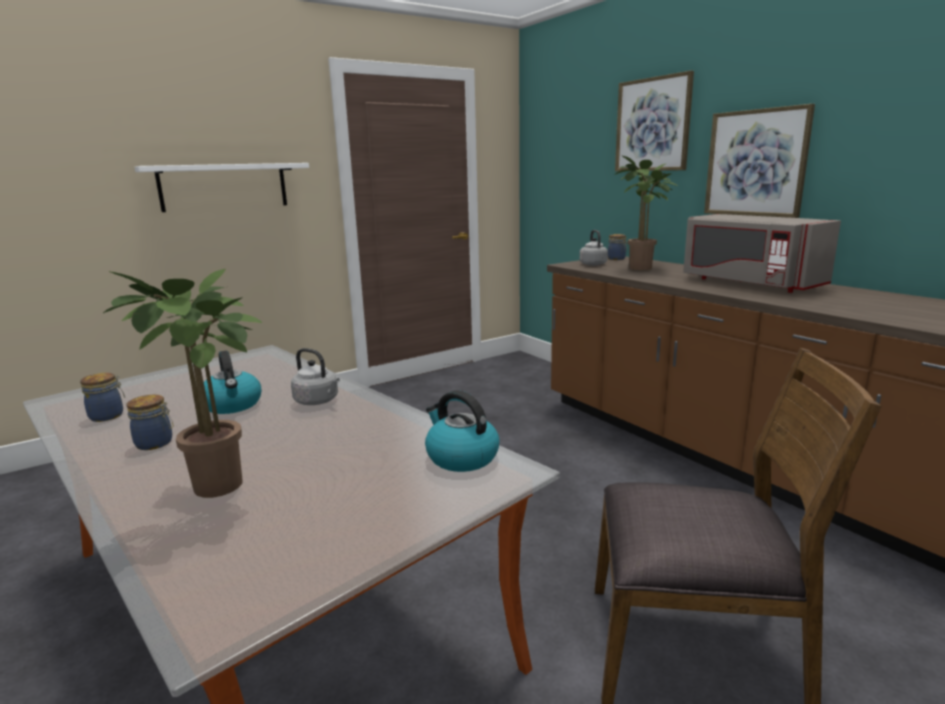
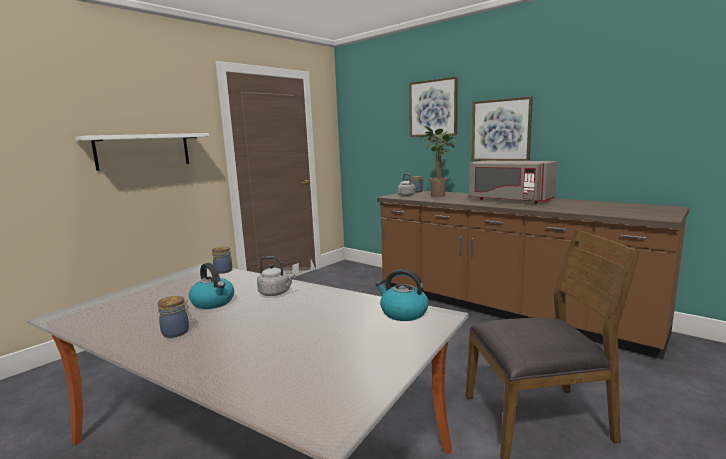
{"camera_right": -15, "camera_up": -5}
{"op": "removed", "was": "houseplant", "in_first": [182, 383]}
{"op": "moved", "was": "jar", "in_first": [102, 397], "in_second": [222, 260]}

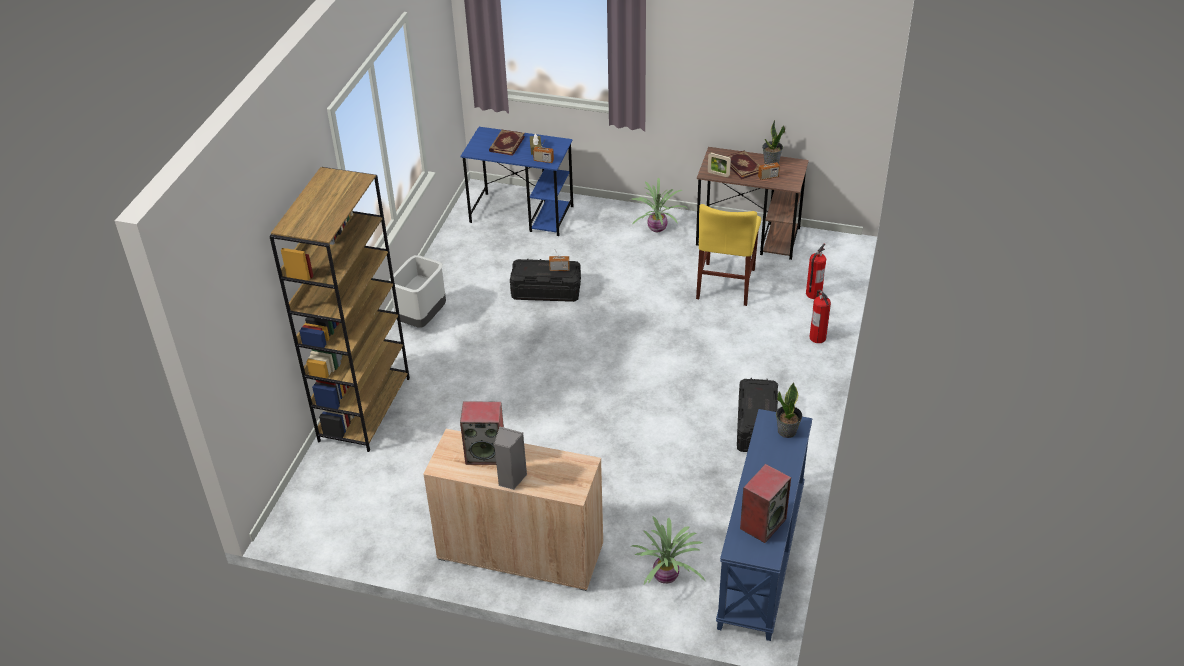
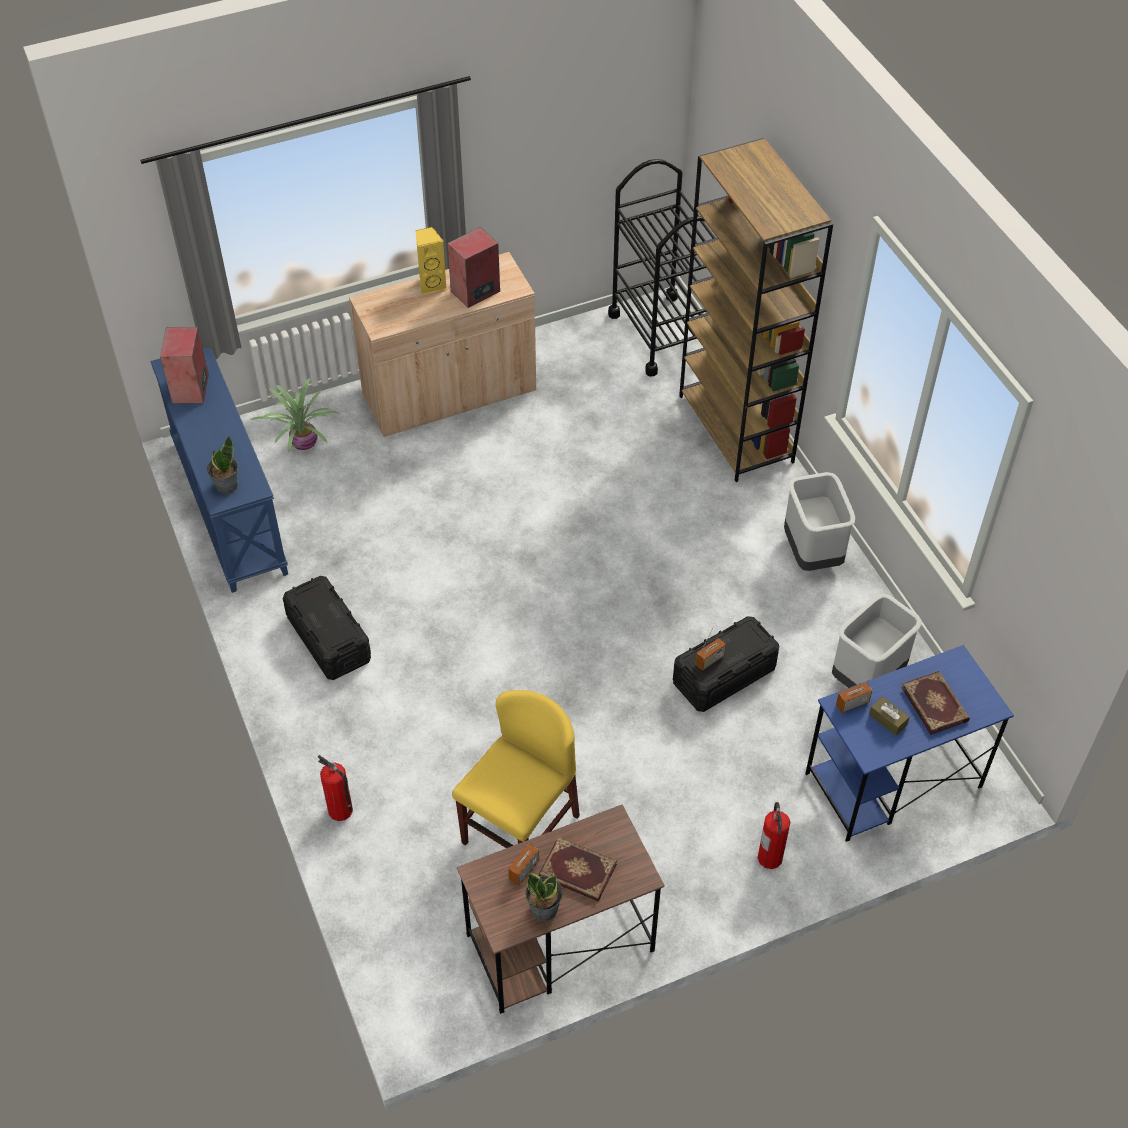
{"camera_right": 140, "camera_up": 10}
{"op": "removed", "was": "houseplant", "in_first": [658, 205]}
{"op": "removed", "was": "standing frame", "in_first": [719, 164]}
{"op": "added", "now": "black-coloured cart", "in_second": [662, 268]}
{"op": "added", "now": "greyish waste bin", "in_second": [877, 640]}
{"op": "moved", "was": "fire-fighting cylinder", "in_first": [816, 271], "in_second": [774, 835]}
{"op": "recoloured", "was": "greyish audio speaker", "now": "yellow-coloured audio speaker", "in_first": [510, 458], "in_second": [431, 261]}
{"op": "turned", "was": "yellow-coloured upright chair", "in_first": [728, 255], "in_second": [516, 769], "clockwise": 60}

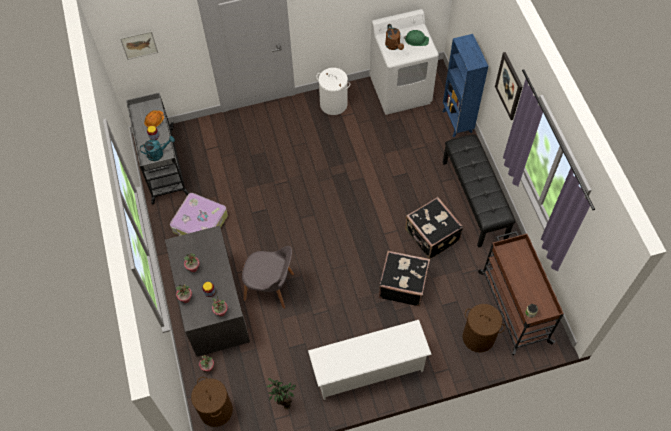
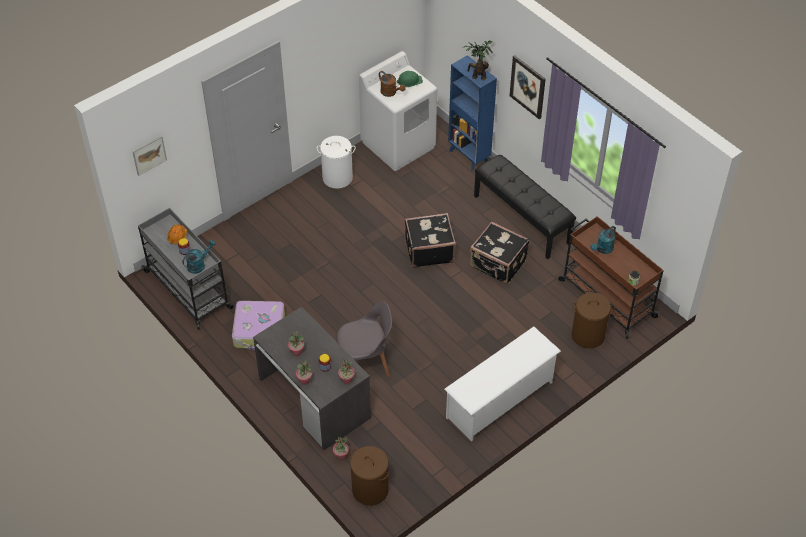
{"camera_right": -25, "camera_up": -10}
{"op": "added", "now": "blue-green watering pot", "in_second": [603, 240]}
{"op": "moved", "was": "houseplant", "in_first": [281, 394], "in_second": [478, 60]}
{"op": "moved", "was": "black-coloured travel case", "in_first": [404, 278], "in_second": [430, 240]}

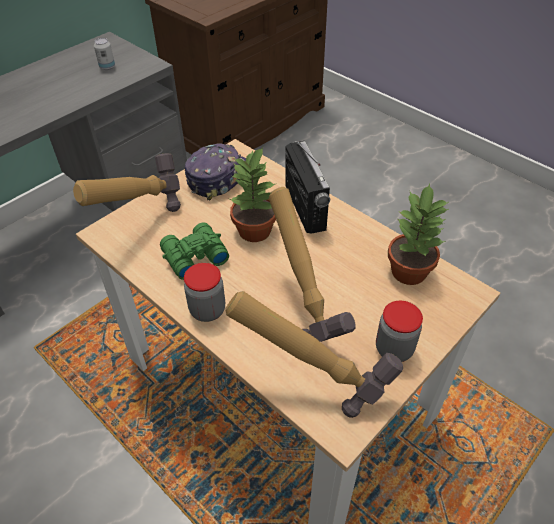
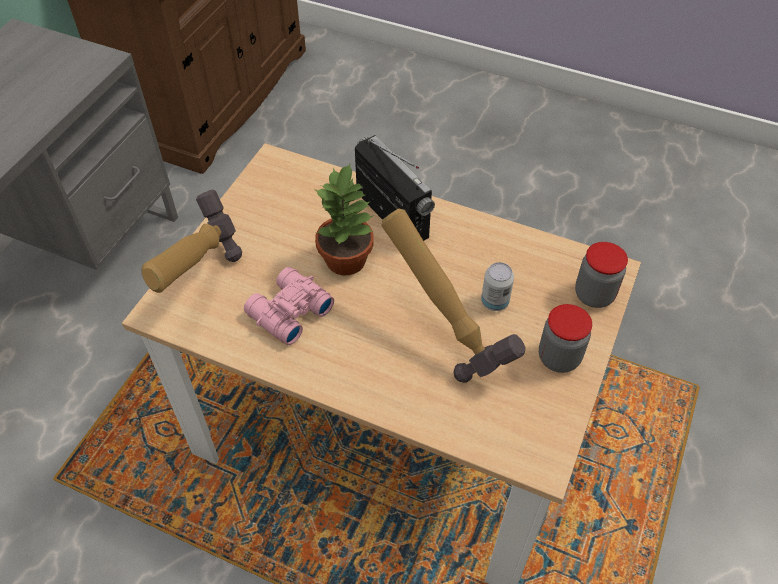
{"camera_right": -20, "camera_up": 5}
{"op": "removed", "was": "baseball cap", "in_first": [215, 171]}
{"op": "removed", "was": "hammer", "in_first": [314, 354]}
{"op": "removed", "was": "houseplant", "in_first": [418, 234]}
{"op": "moved", "was": "sealed can", "in_first": [104, 54], "in_second": [497, 286]}
{"op": "moved", "was": "jar", "in_first": [204, 292], "in_second": [601, 275]}
{"op": "recoloured", "was": "green-coloured binoculars", "now": "pink binoculars", "in_first": [194, 251], "in_second": [289, 306]}

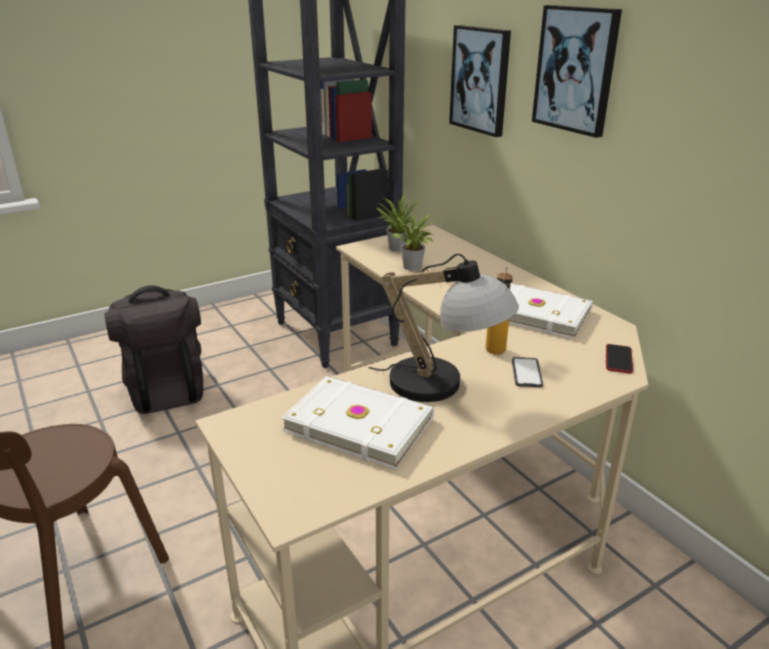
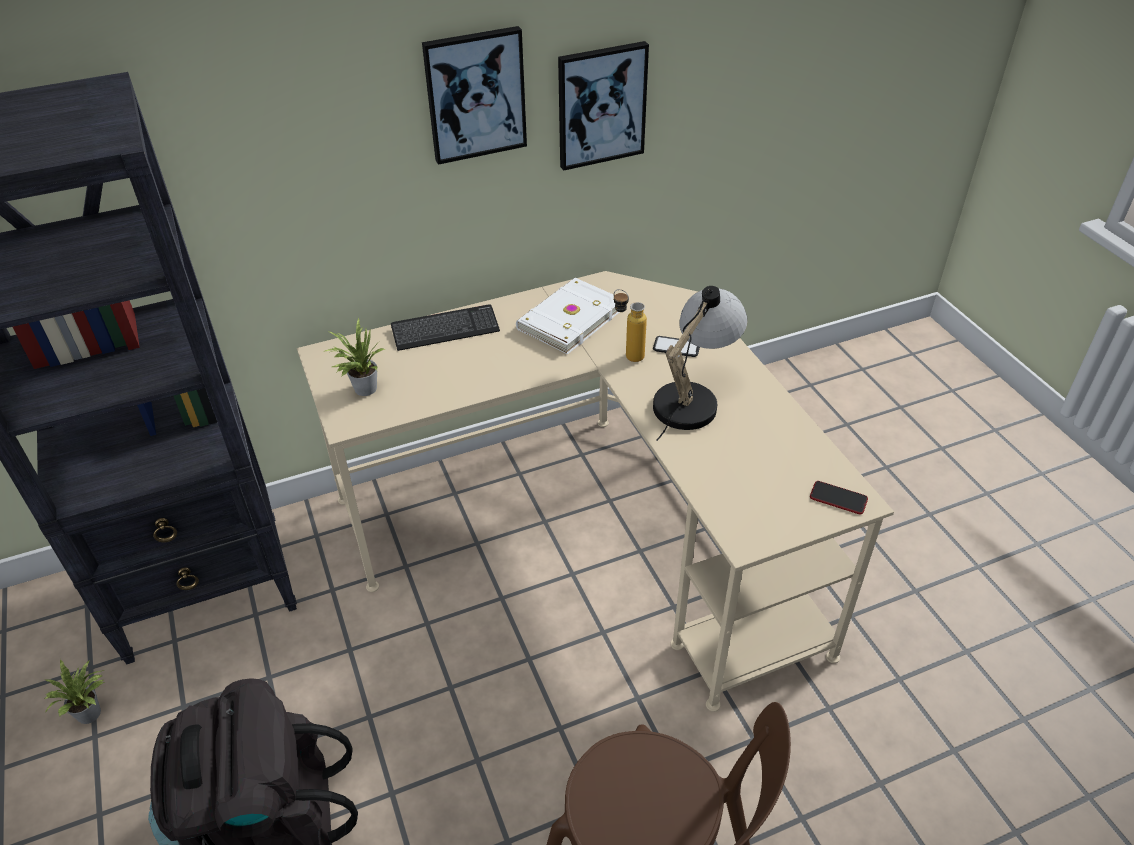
{"camera_right": -80, "camera_up": 15}
{"op": "removed", "was": "white volume", "in_first": [357, 422]}
{"op": "added", "now": "keyboard", "in_second": [445, 327]}
{"op": "moved", "was": "houseplant", "in_first": [411, 241], "in_second": [74, 691]}
{"op": "moved", "was": "wall art", "in_first": [480, 81], "in_second": [603, 106]}
{"op": "moved", "was": "telephone", "in_first": [619, 358], "in_second": [839, 498]}

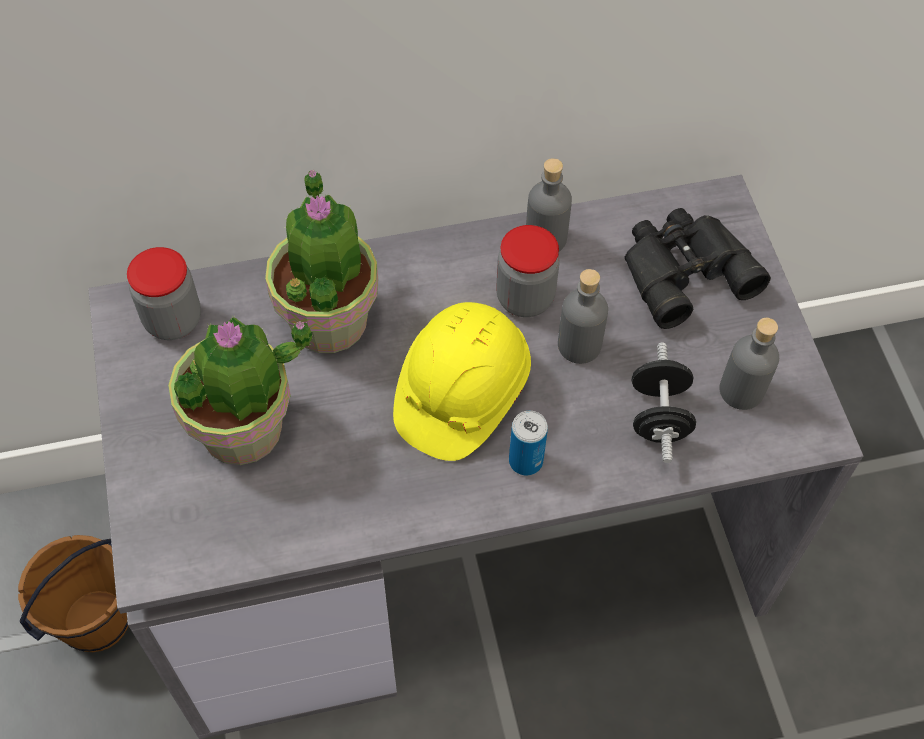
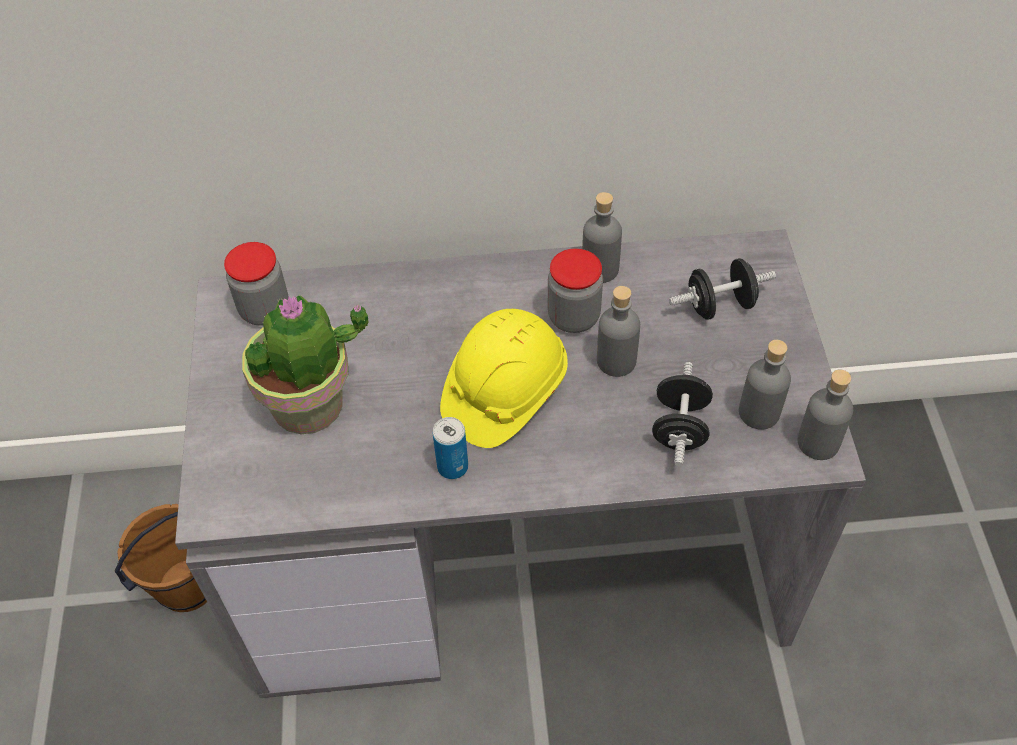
{"camera_right": 10, "camera_up": -5}
{"op": "removed", "was": "houseplant", "in_first": [321, 261]}
{"op": "added", "now": "greyish drink bottle", "in_second": [825, 414]}
{"op": "moved", "was": "sealed can", "in_first": [528, 443], "in_second": [450, 448]}
{"op": "replaced", "was": "black-coloured binoculars", "now": "black-coloured hand weight", "in_first": [697, 268], "in_second": [722, 288]}

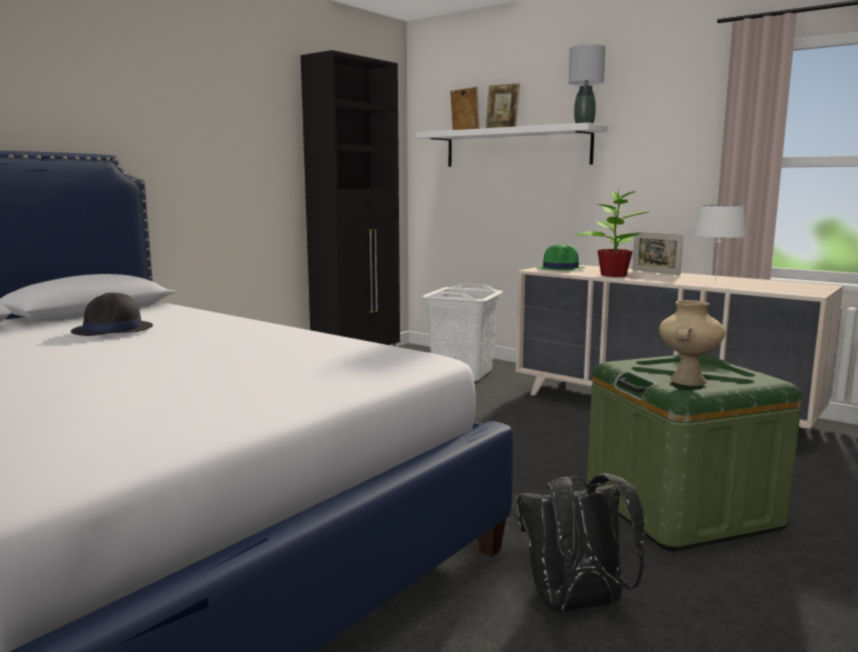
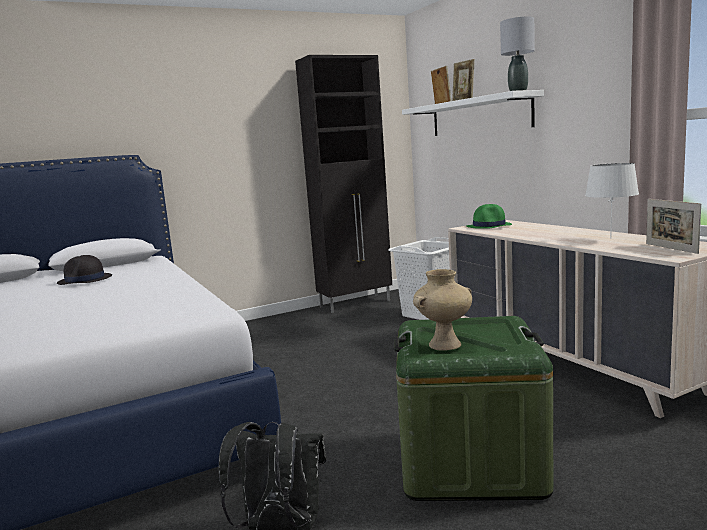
{"camera_right": 25, "camera_up": 0}
{"op": "removed", "was": "houseplant", "in_first": [612, 232]}
{"op": "moved", "was": "standing frame", "in_first": [658, 253], "in_second": [673, 226]}

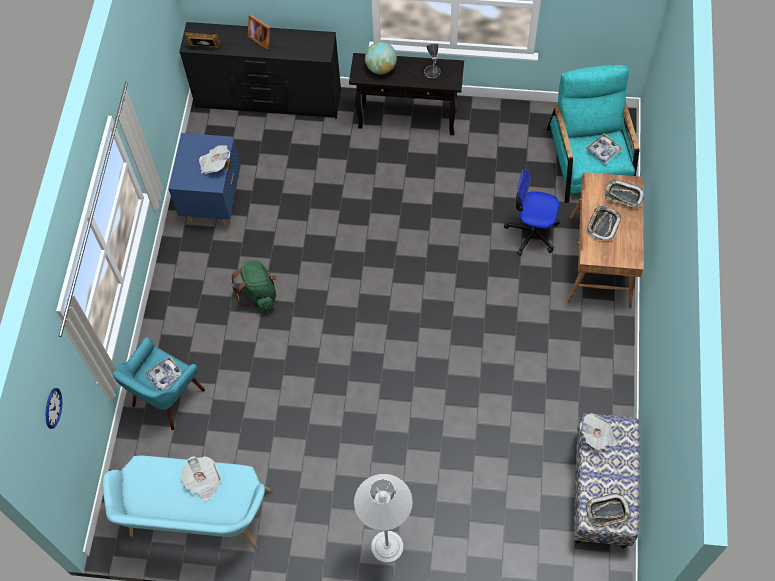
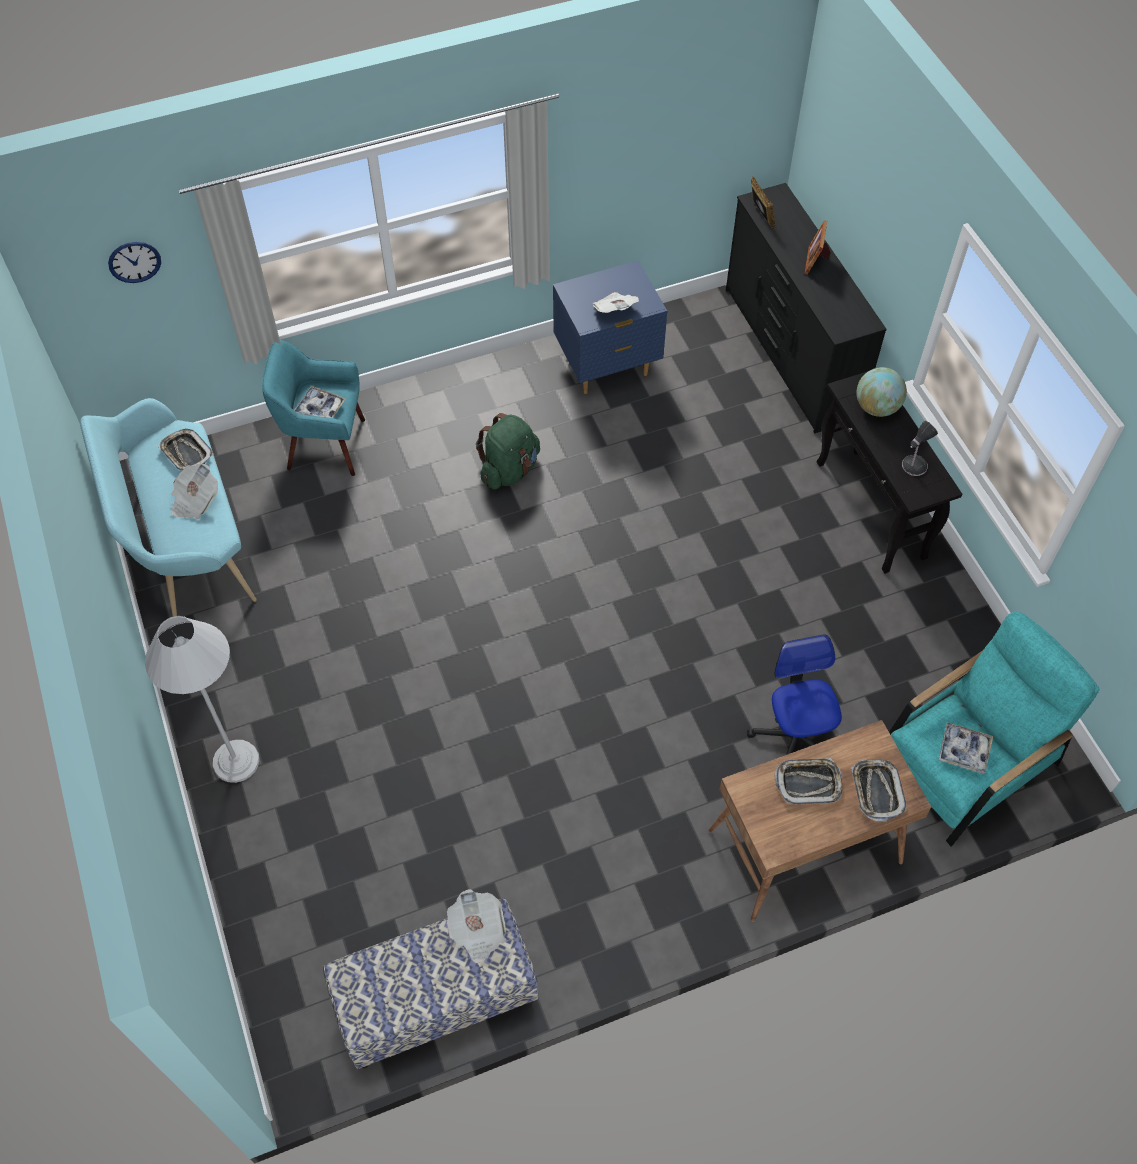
{"camera_right": 60, "camera_up": -5}
{"op": "moved", "was": "tray", "in_first": [608, 510], "in_second": [186, 449]}

